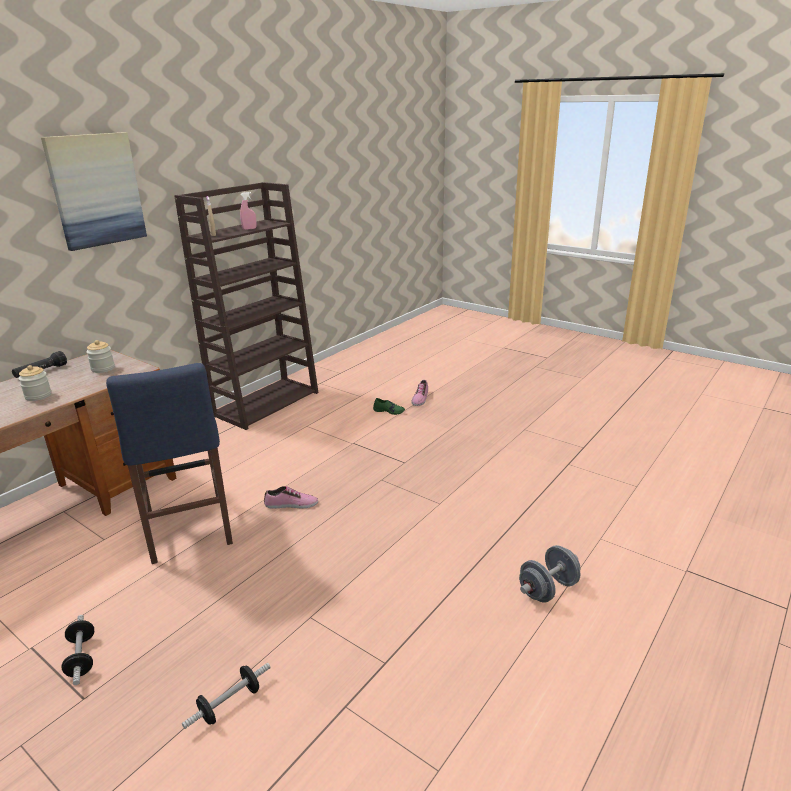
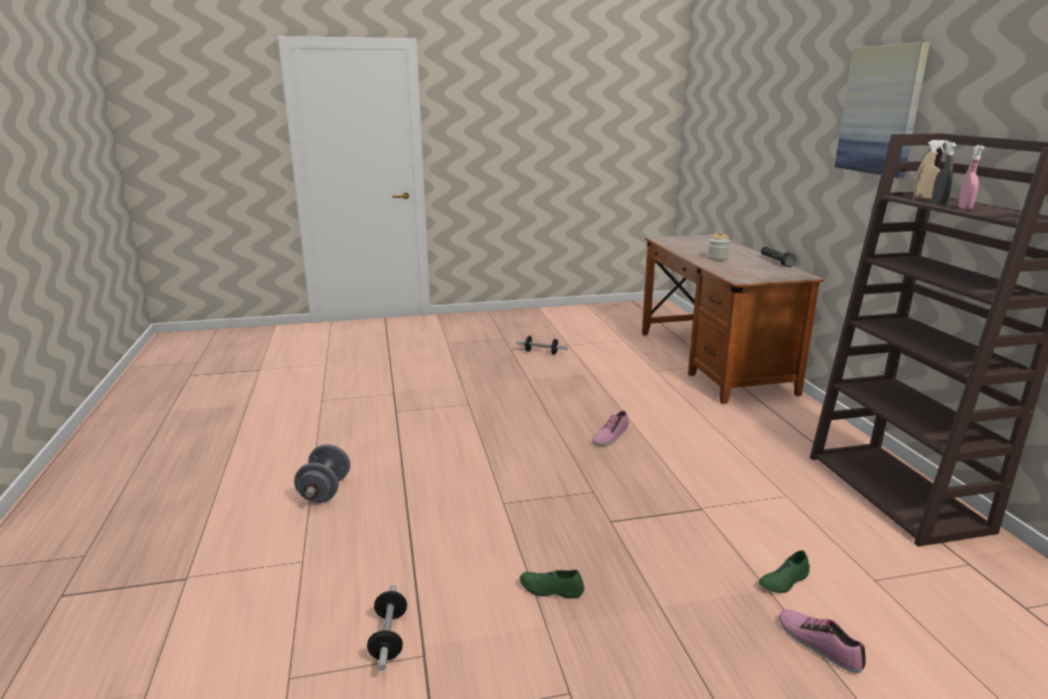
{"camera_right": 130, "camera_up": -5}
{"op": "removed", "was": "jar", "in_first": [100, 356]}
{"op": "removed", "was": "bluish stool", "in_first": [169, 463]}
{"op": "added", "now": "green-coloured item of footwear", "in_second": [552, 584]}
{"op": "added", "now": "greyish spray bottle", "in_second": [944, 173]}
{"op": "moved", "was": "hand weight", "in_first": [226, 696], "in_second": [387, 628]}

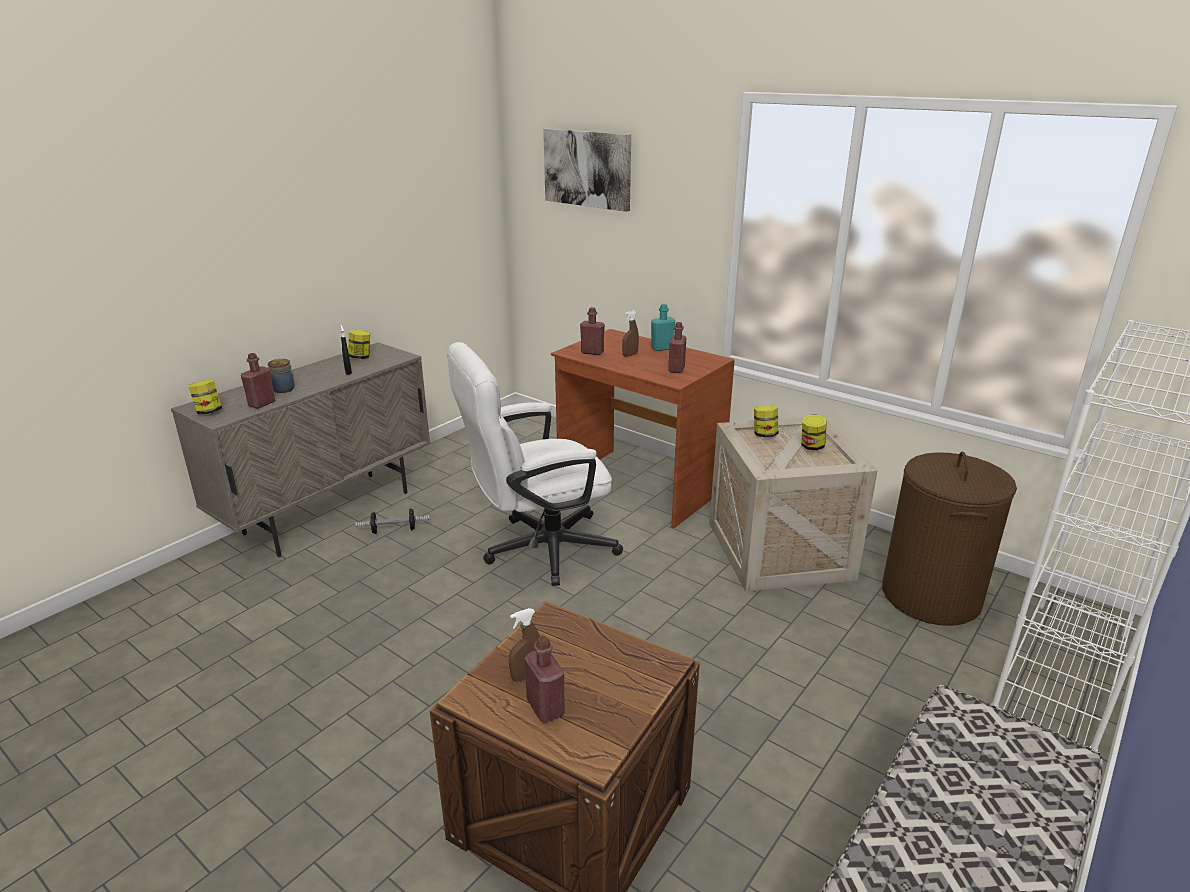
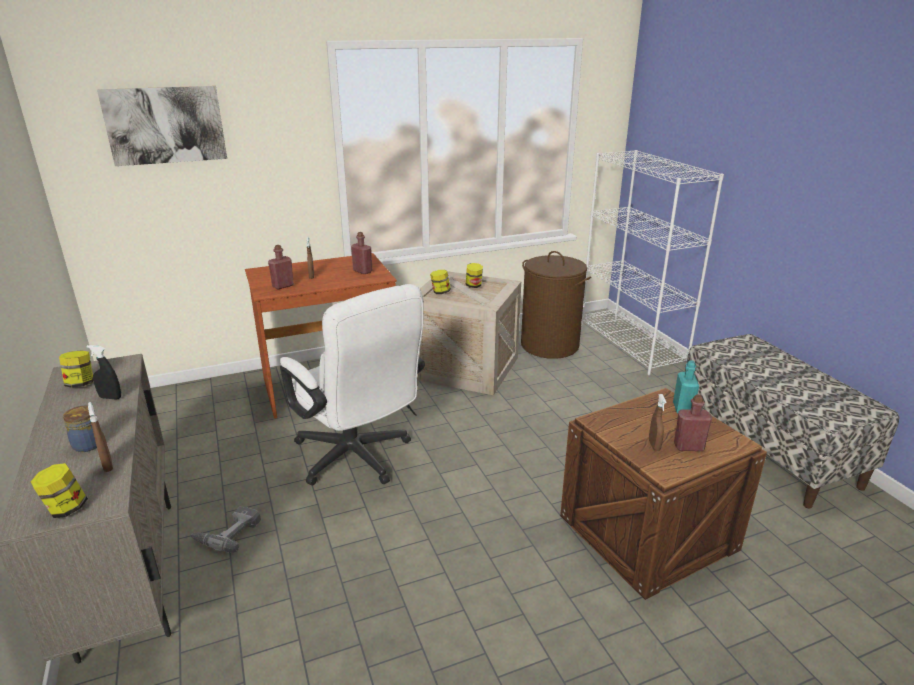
{"camera_right": -60, "camera_up": 0}
{"op": "moved", "was": "blue-green drink bottle", "in_first": [663, 327], "in_second": [686, 387]}
{"op": "replaced", "was": "red-coloured drink bottle", "now": "brownish spray bottle", "in_first": [258, 381], "in_second": [100, 437]}
{"op": "replaced", "was": "hand weight", "now": "power drill", "in_first": [392, 521], "in_second": [226, 529]}
{"op": "turned", "was": "white office chair", "in_first": [535, 464], "in_second": [352, 384], "clockwise": -45}

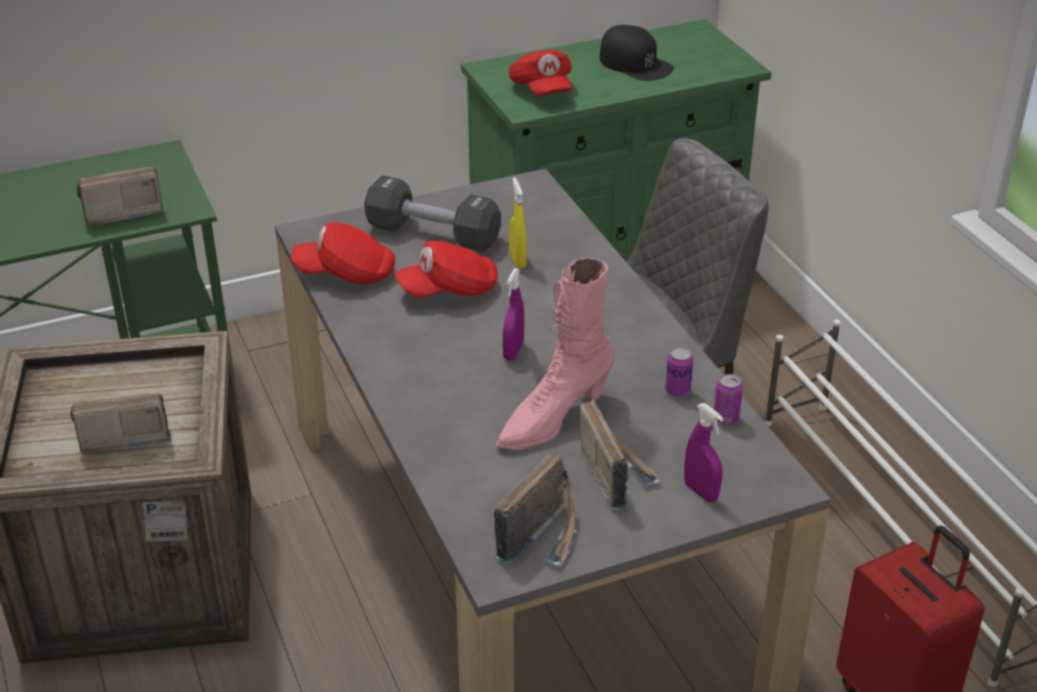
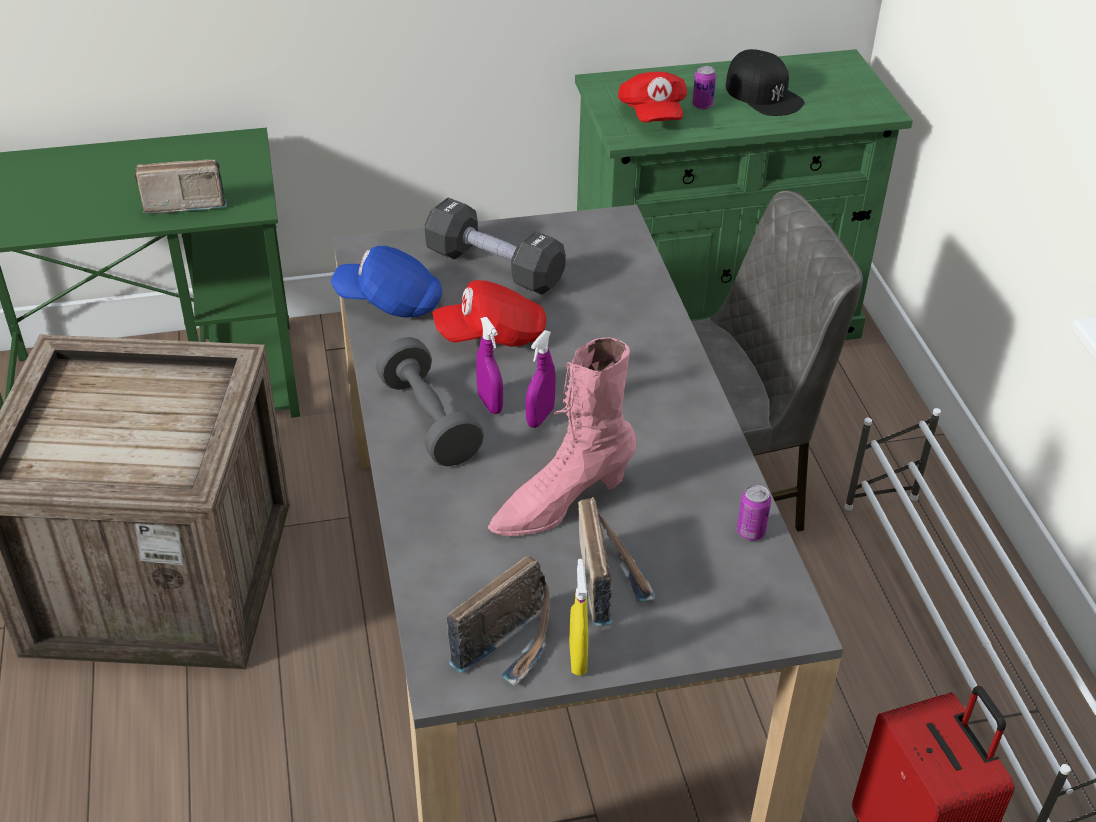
{"camera_right": 10, "camera_up": 5}
{"op": "removed", "was": "radio", "in_first": [121, 422]}
{"op": "added", "now": "greyish hand weight", "in_second": [430, 401]}
{"op": "moved", "was": "yellow-coloured spray bottle", "in_first": [518, 223], "in_second": [578, 617]}
{"op": "moved", "was": "sealed can", "in_first": [679, 372], "in_second": [704, 88]}
{"op": "moved", "was": "purple-coloured spray bottle", "in_first": [704, 452], "in_second": [489, 365]}
{"op": "recoloured", "was": "red-coloured baseball cap", "now": "bluish baseball cap", "in_first": [343, 253], "in_second": [386, 281]}

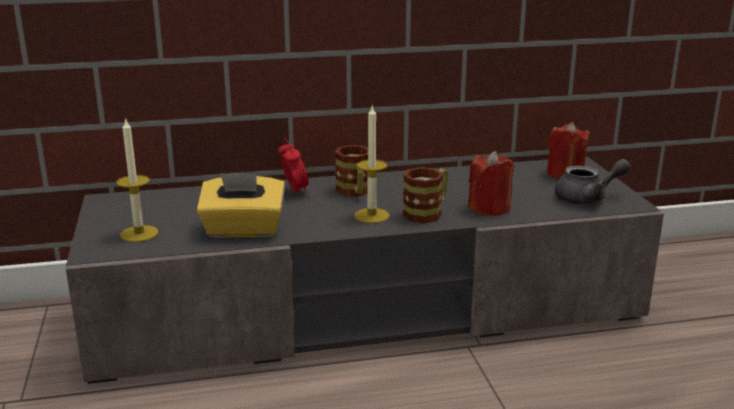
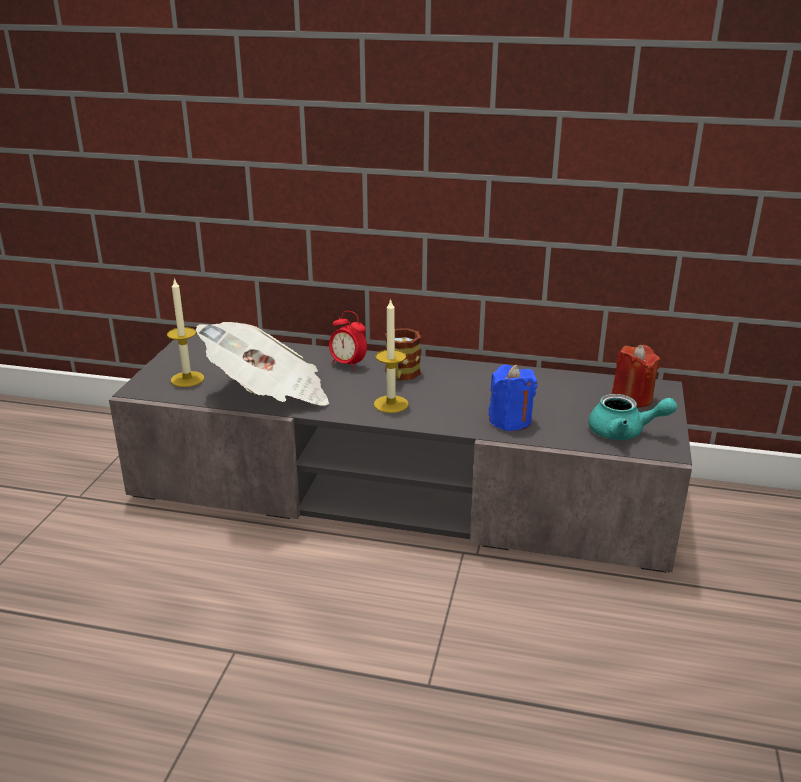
{"camera_right": 25, "camera_up": 5}
{"op": "removed", "was": "mug", "in_first": [425, 195]}
{"op": "replaced", "was": "yellow-coloured box of tissues", "now": "newspaper", "in_first": [241, 205], "in_second": [263, 364]}
{"op": "recoloured", "was": "red-coloured candle", "now": "bluish candle", "in_first": [491, 183], "in_second": [512, 398]}
{"op": "recoloured", "was": "greyish pot for tea", "now": "blue-green pot for tea", "in_first": [593, 182], "in_second": [633, 417]}
{"op": "turned", "was": "bedside clock", "in_first": [293, 167], "in_second": [348, 341], "clockwise": 120}

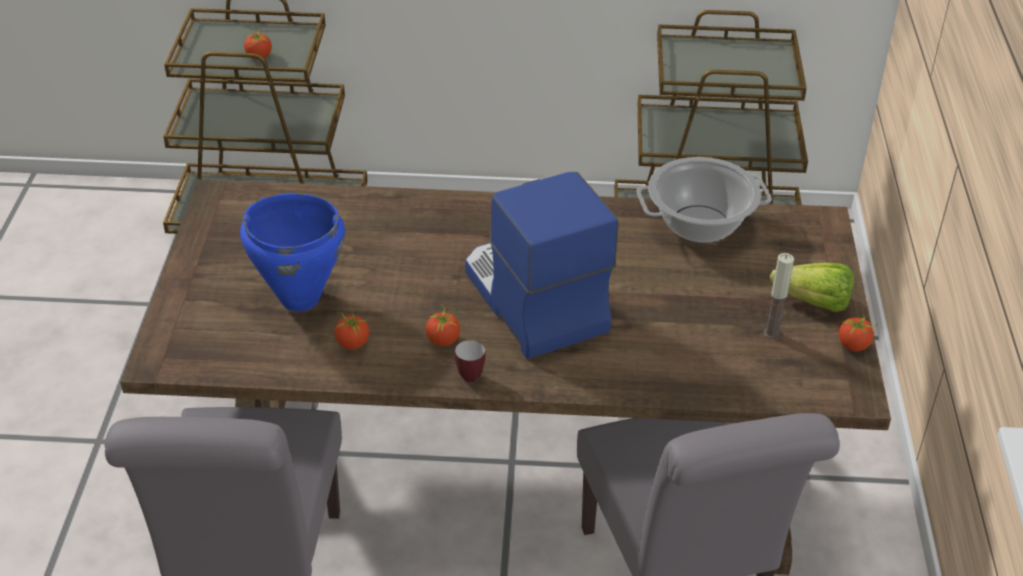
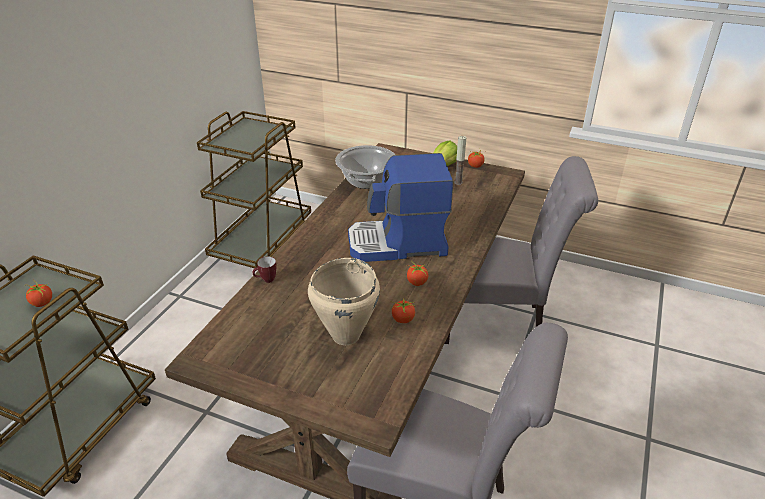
{"camera_right": -70, "camera_up": -5}
{"op": "moved", "was": "mug", "in_first": [470, 361], "in_second": [264, 269]}
{"op": "recoloured", "was": "bluish stockpot", "now": "beige stockpot", "in_first": [292, 252], "in_second": [344, 301]}

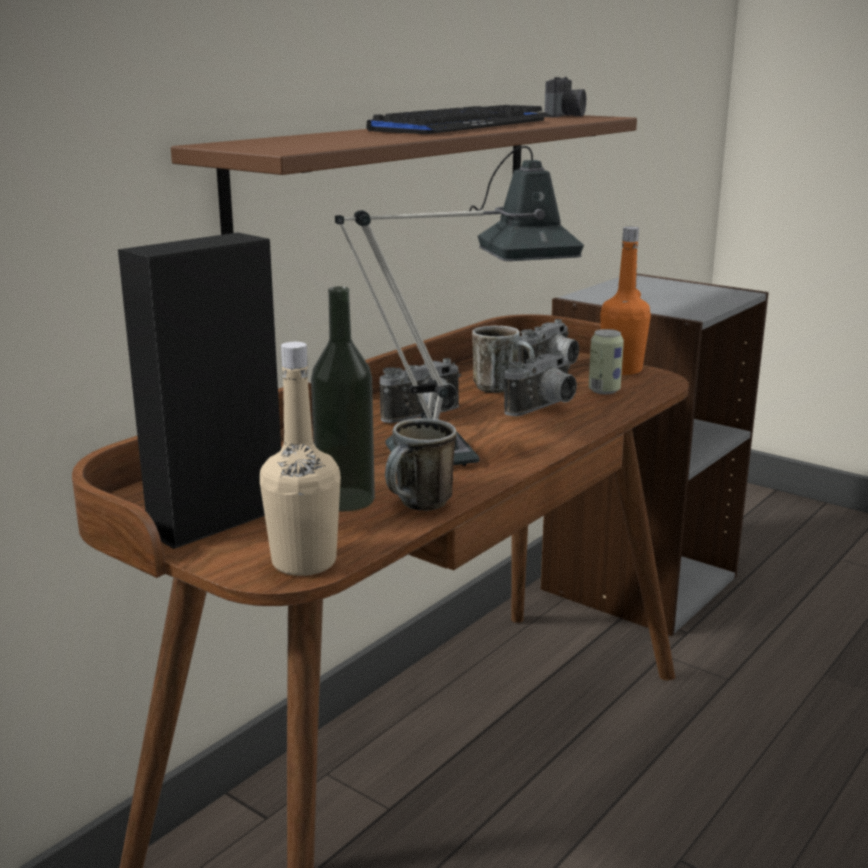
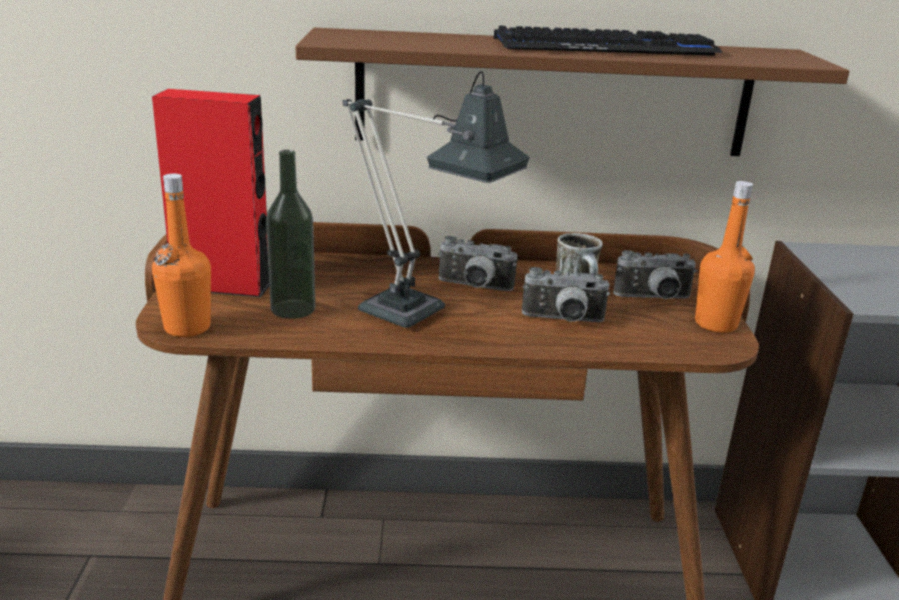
{"camera_right": 50, "camera_up": 5}
{"op": "removed", "was": "mug", "in_first": [420, 464]}
{"op": "removed", "was": "photo camera", "in_first": [565, 97]}
{"op": "removed", "was": "sealed can", "in_first": [606, 361]}
{"op": "recoloured", "was": "black-coloured audio speaker", "now": "red-coloured audio speaker", "in_first": [199, 390], "in_second": [210, 193]}
{"op": "recoloured", "was": "beige drink bottle", "now": "orangey drink bottle", "in_first": [300, 459], "in_second": [181, 255]}

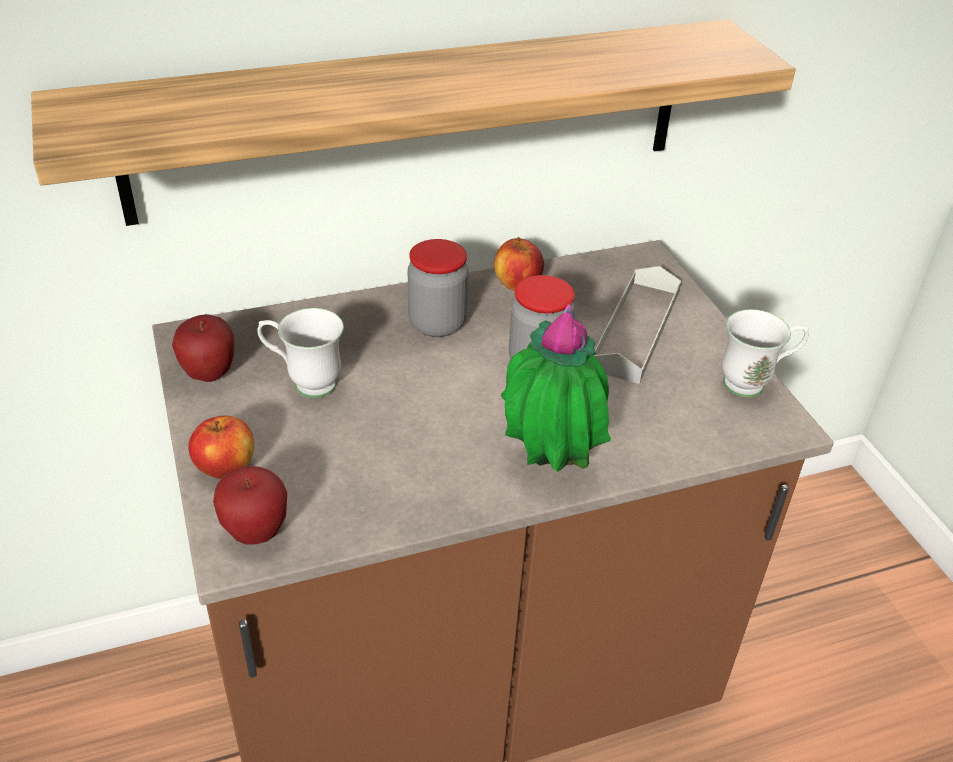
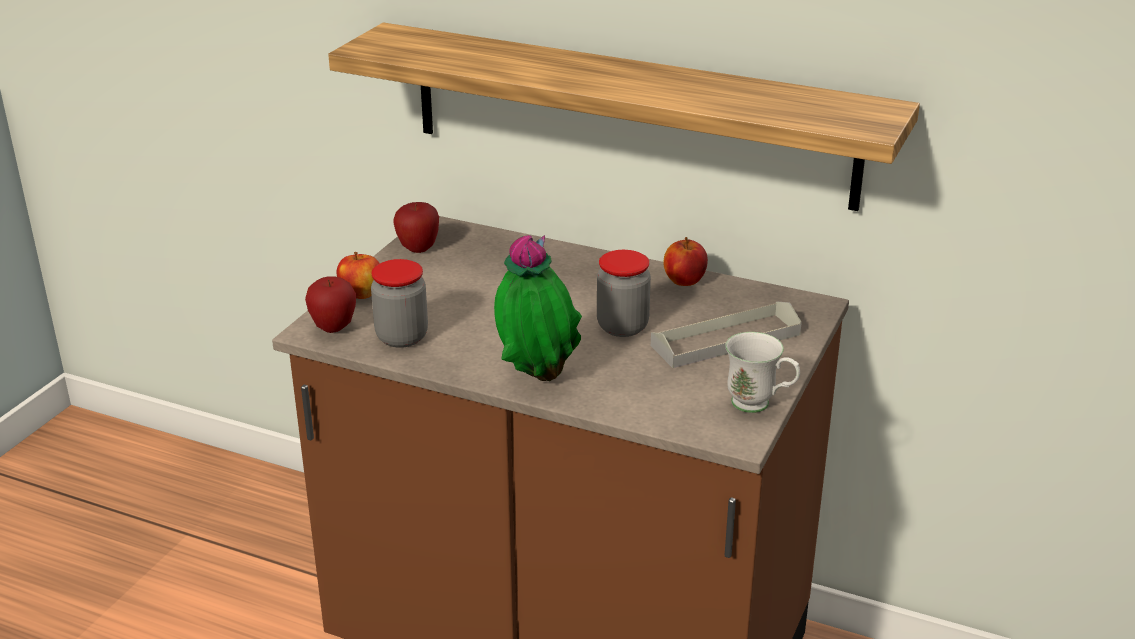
{"camera_right": 45, "camera_up": -10}
{"op": "removed", "was": "white mug", "in_first": [300, 353]}
{"op": "moved", "was": "jar", "in_first": [438, 288], "in_second": [399, 303]}

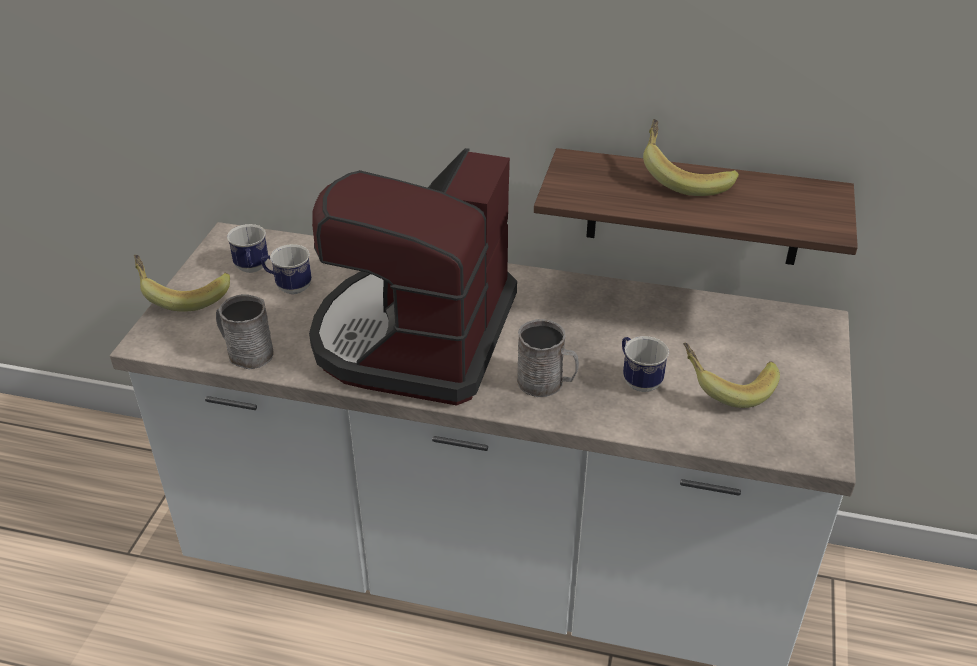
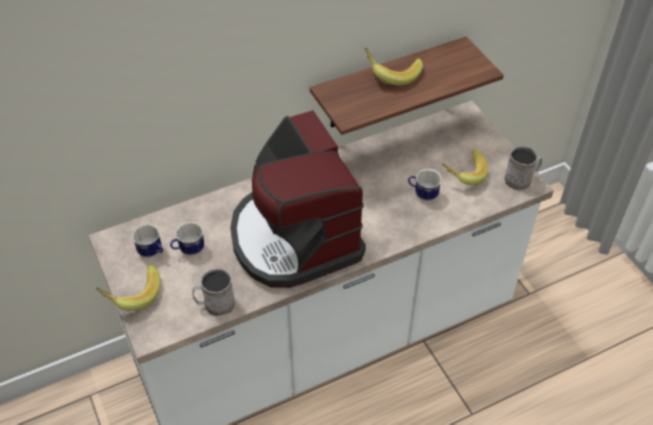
{"camera_right": -40, "camera_up": 10}
{"op": "moved", "was": "greyish mug", "in_first": [548, 358], "in_second": [523, 168]}

